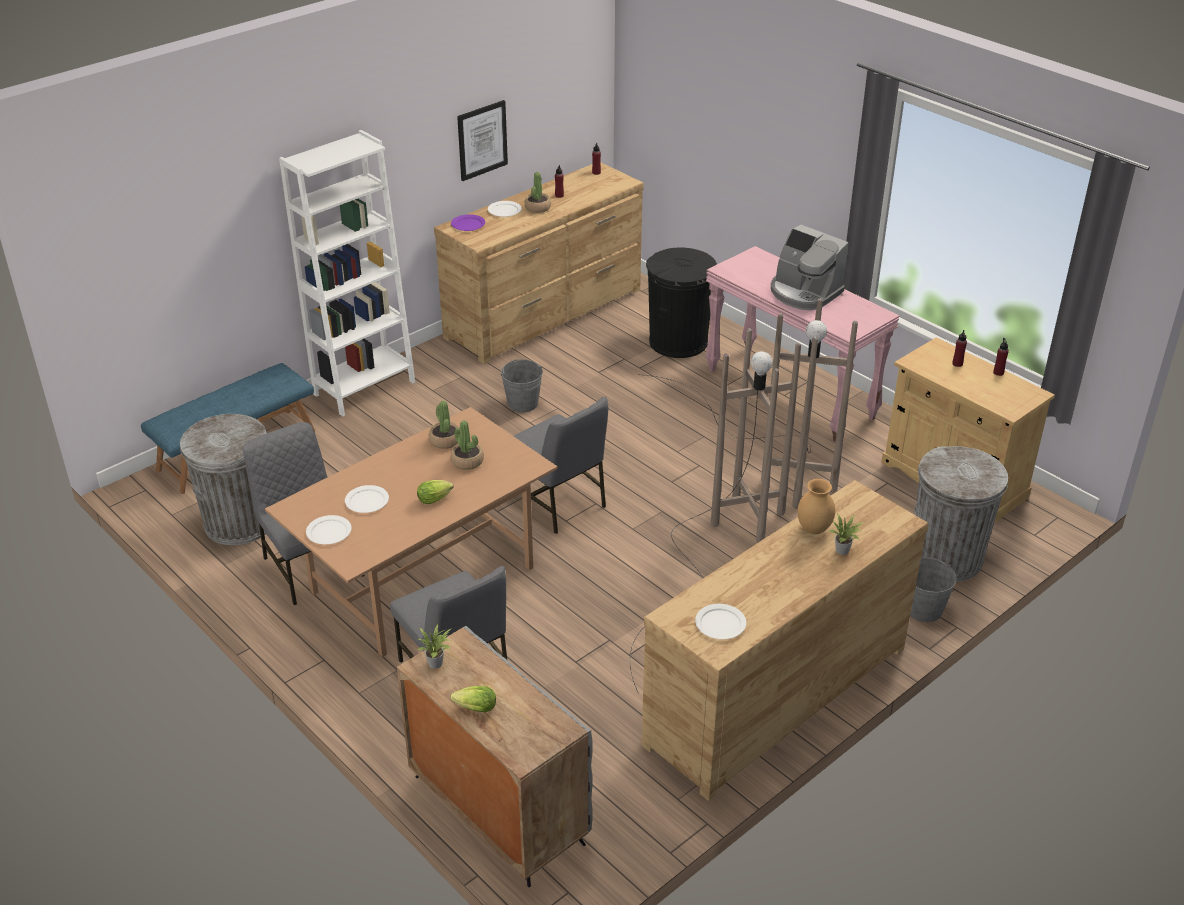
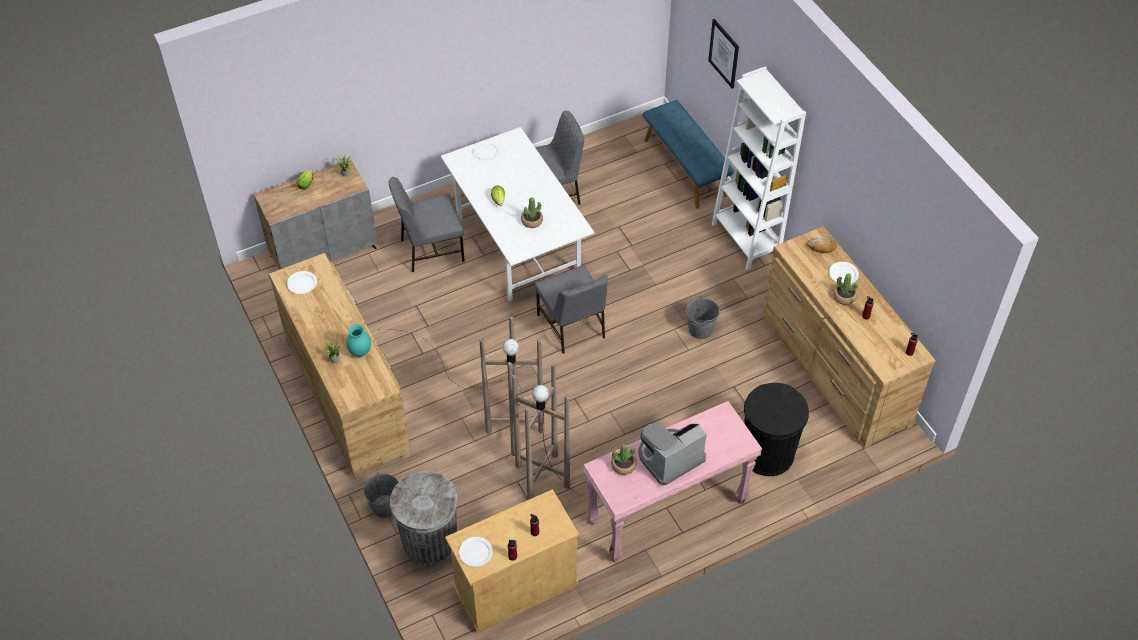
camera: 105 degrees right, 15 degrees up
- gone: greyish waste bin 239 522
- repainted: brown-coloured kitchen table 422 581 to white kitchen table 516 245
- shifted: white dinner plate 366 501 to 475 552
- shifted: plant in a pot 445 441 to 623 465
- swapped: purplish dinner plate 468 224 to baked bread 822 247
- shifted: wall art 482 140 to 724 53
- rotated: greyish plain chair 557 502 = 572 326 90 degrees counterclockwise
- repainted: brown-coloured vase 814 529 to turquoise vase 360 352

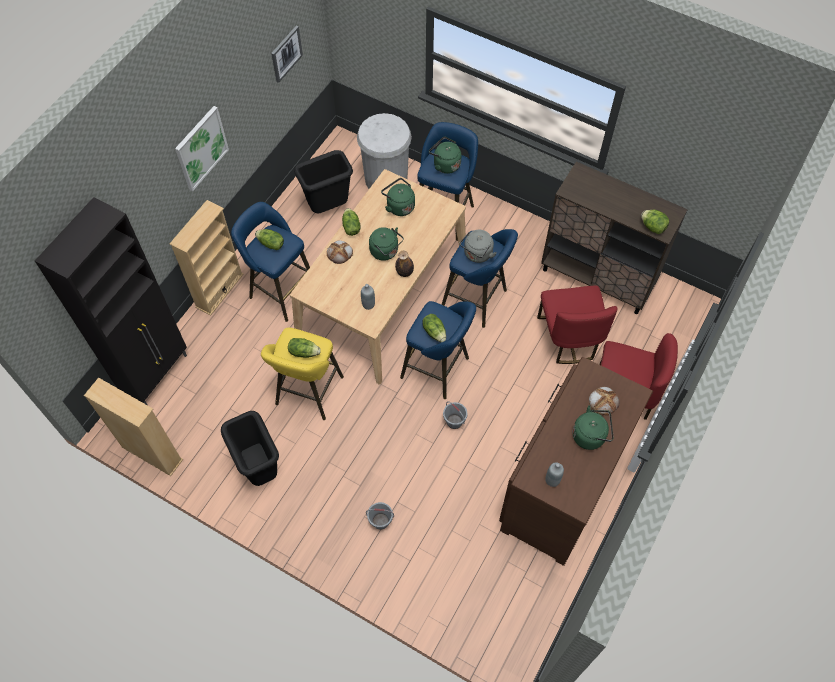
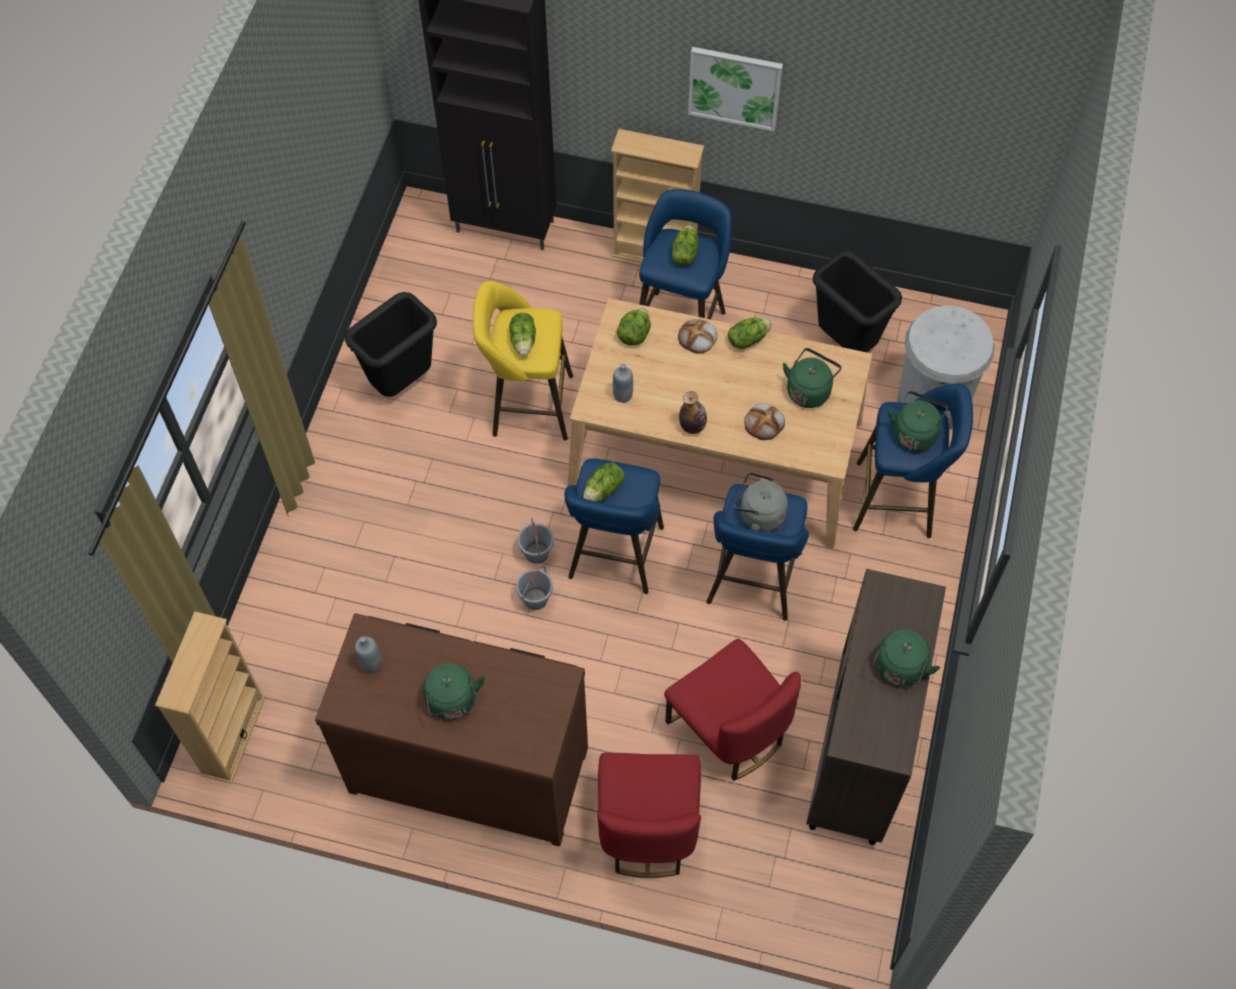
camera: 75 degrees right, 0 degrees up
- shifted: beige-coloured bookshelf 152 453 to 233 735
- gone: wall art 286 53
- shifted: greyish bucket 380 521 to 537 553
- shifted: greenish kettle 386 252 to 899 669
- rotated: red-coloured plain chair 569 338 = 728 730 105 degrees counterclockwise
- shifted: baked bread 603 401 to 764 423
- shifted: head of lettuce 653 227 to 634 335

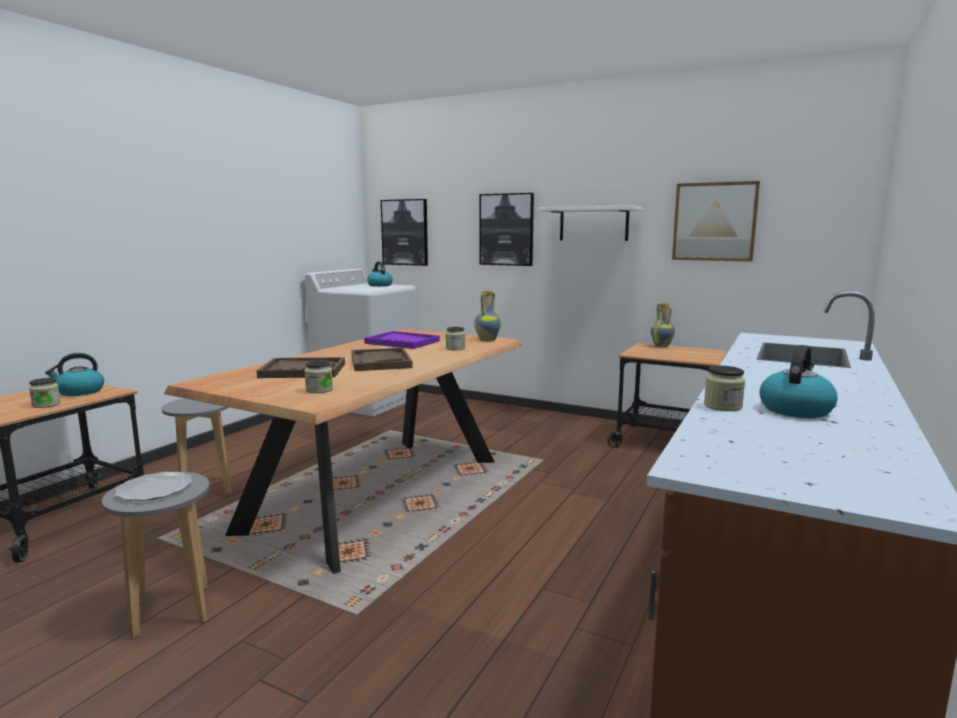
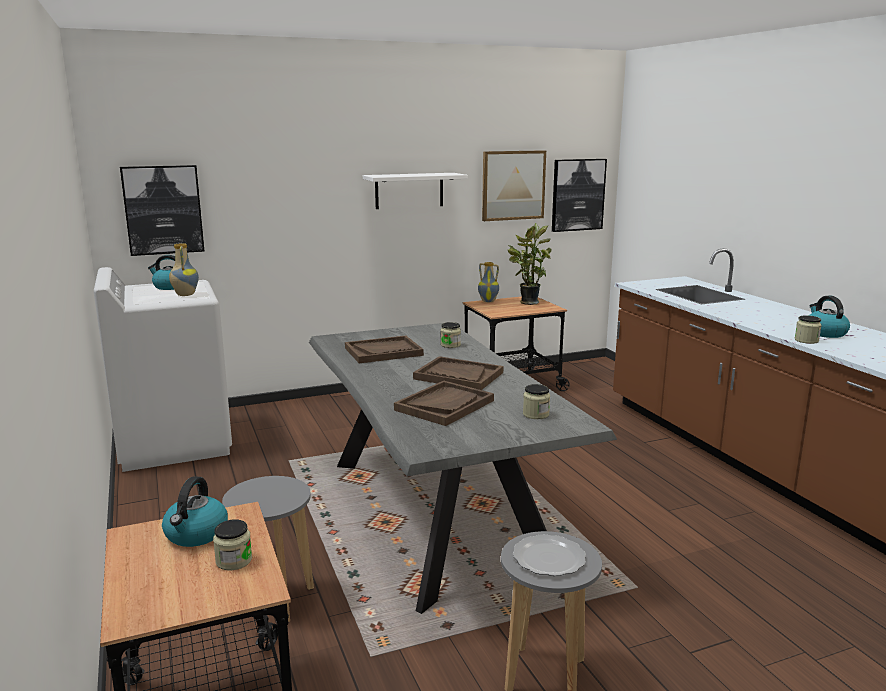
camera: 50 degrees left, 5 degrees up
- repainted: brown-coloured kitchen table 378 493 to greyish kitchen table 436 514
- repainted: purplish serving tray 402 342 to brown-coloured serving tray 383 351
- shifted: vase 486 340 to 184 295
- shifted: wall art 506 229 to 577 195
- new: plant in a pot 527 302

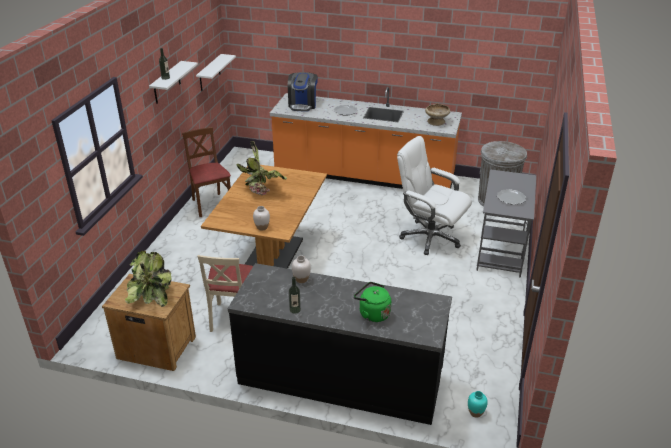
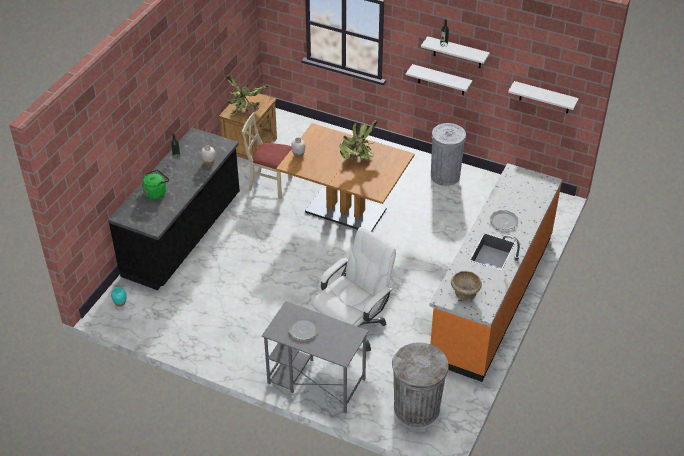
camera: 100 degrees right, 10 degrees up
- swapped: brown-coloured plain chair 211 205 to greyish waste bin 445 176
- gone: coffee brewer 303 105
- new: white shelf 441 80

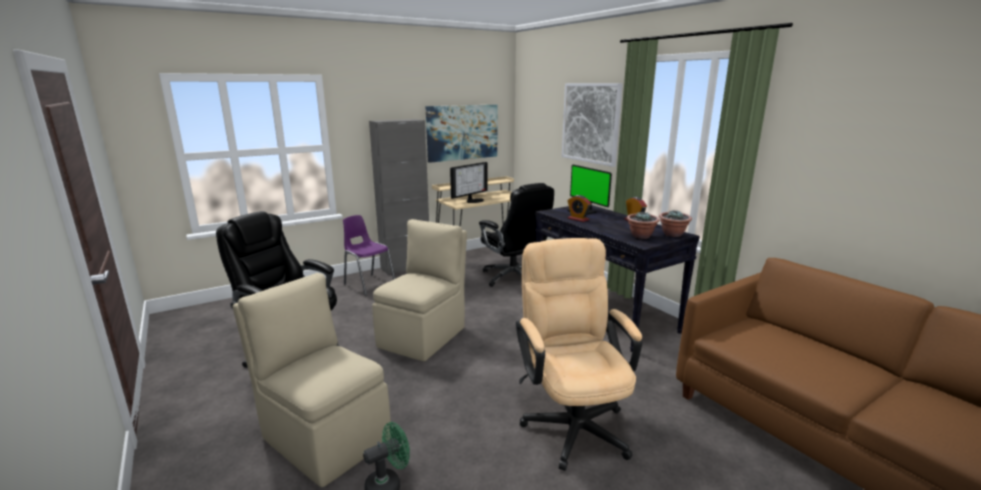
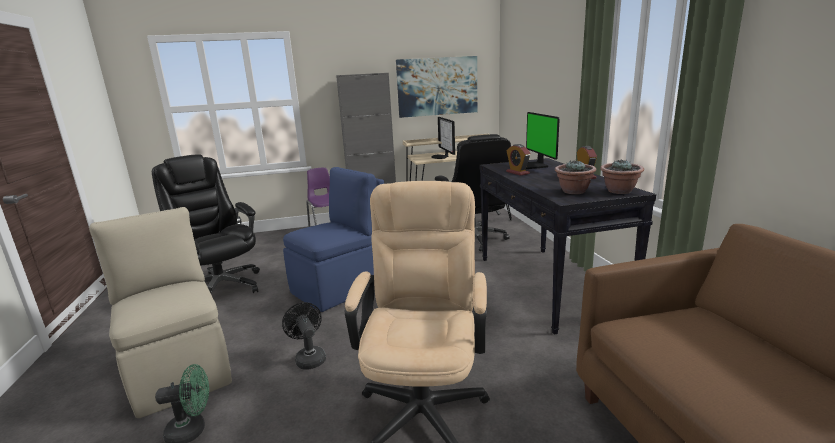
camera: 20 degrees right, 0 degrees up
- repainted: beige-coloured plain chair 424 336 to bluish plain chair 340 287
- rotated: monitor 473 200 = 441 156 105 degrees clockwise
- gone: wall art 590 123
- new: black electric fan 309 358

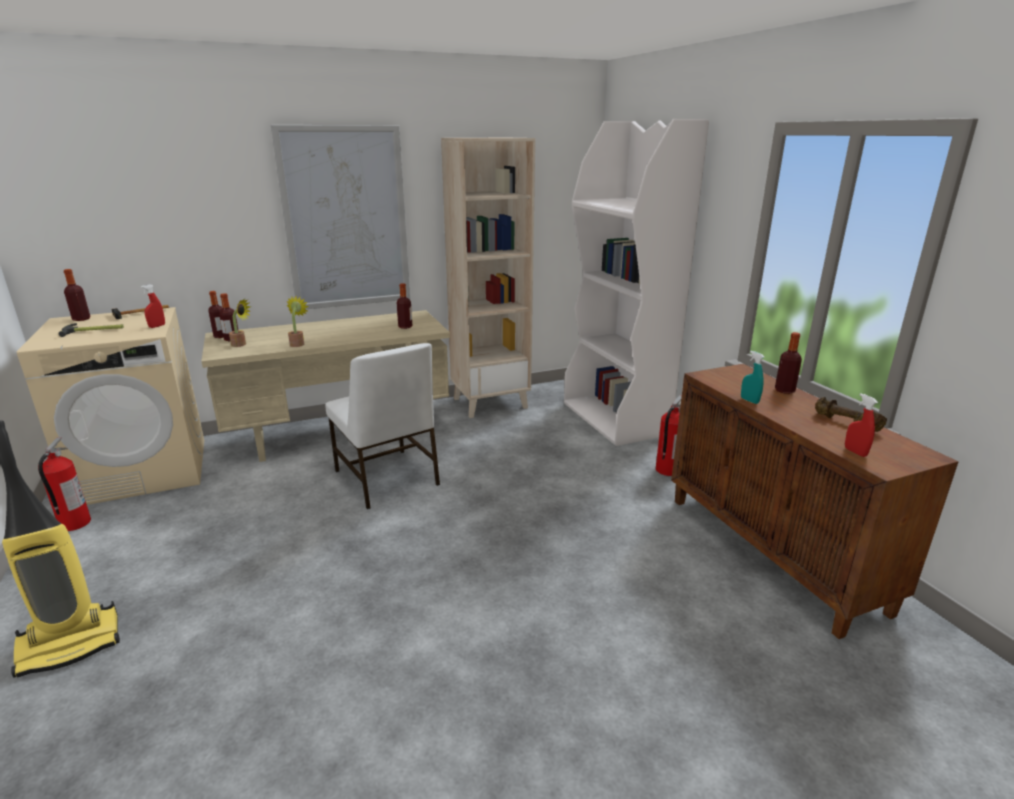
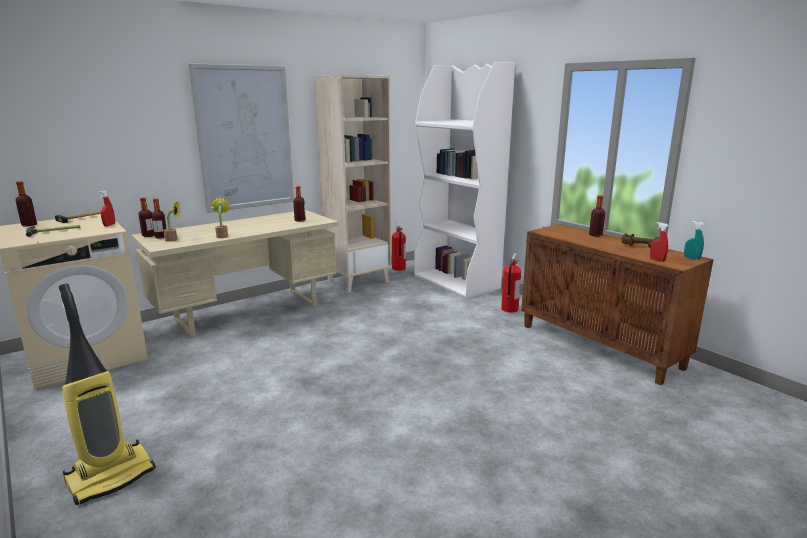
camera: 15 degrees left, 5 degrees down
- shifted: fire-fighting cylinder 74 524 to 398 268
- gone: white plain chair 386 479
- shifted: turquoise hand sprayer 749 400 to 691 258

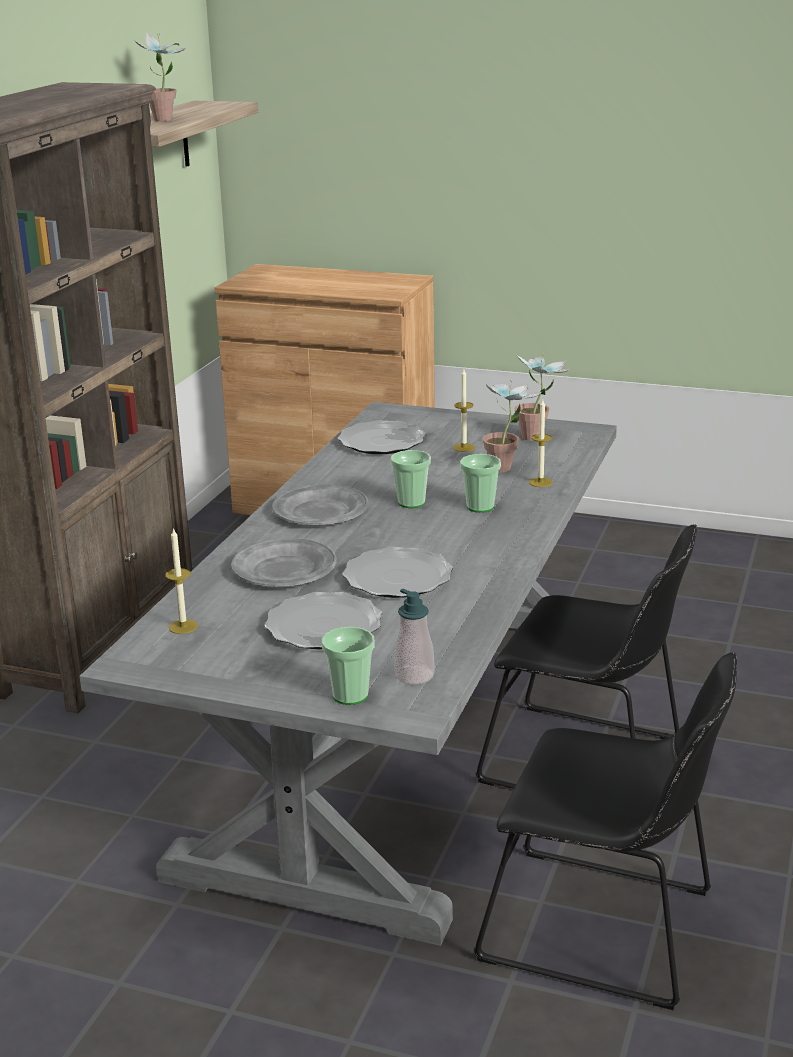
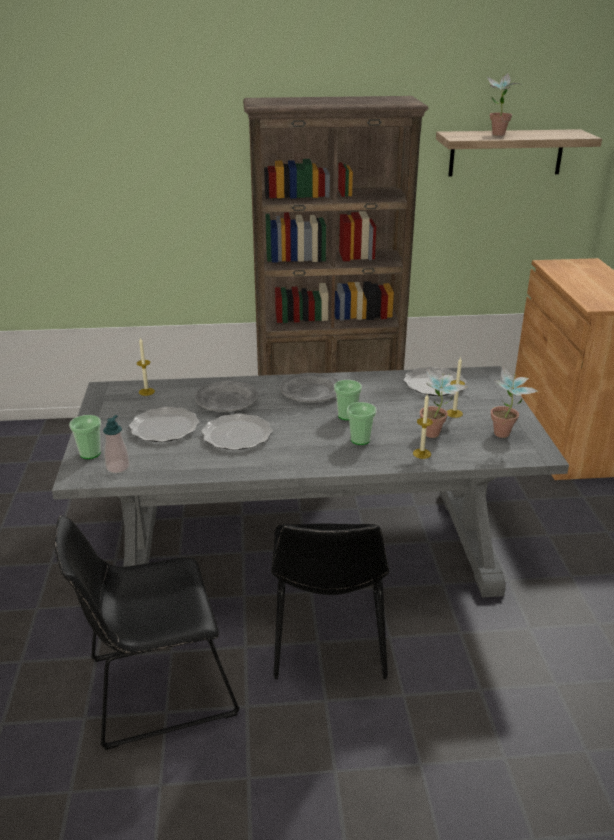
camera: 65 degrees right, 5 degrees up
- rotated: black plain chair 606 929 = 155 688 75 degrees clockwise

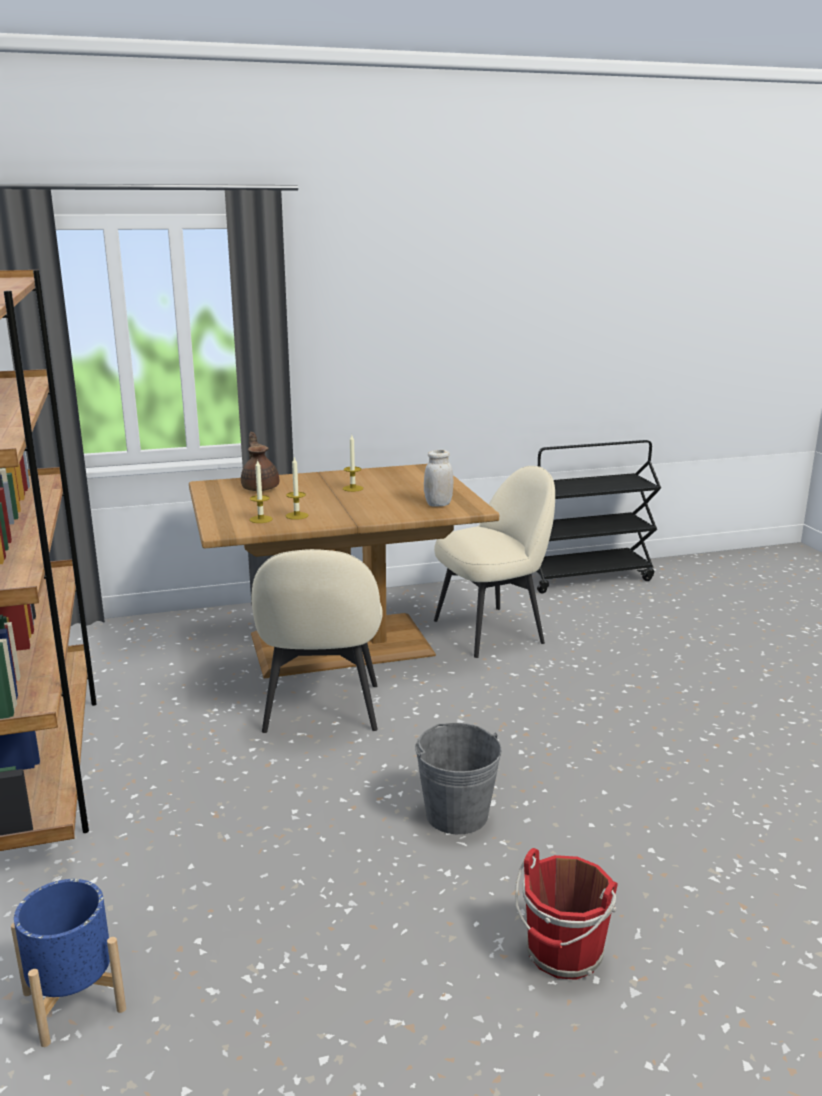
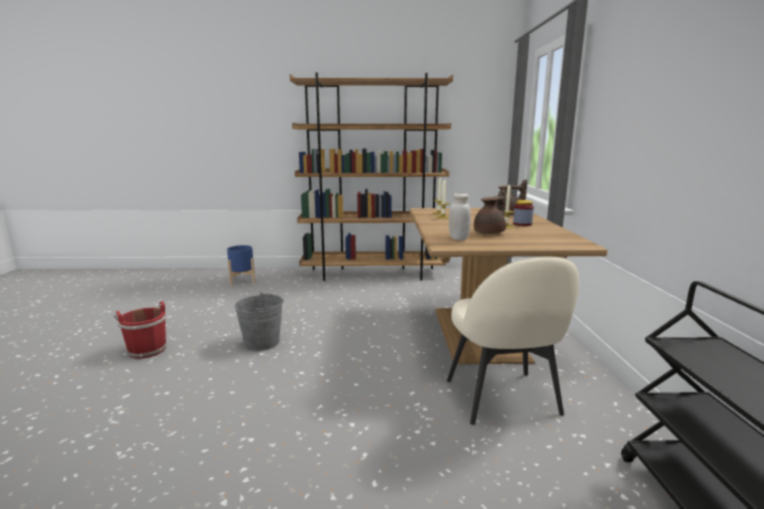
camera: 105 degrees right, 5 degrees down
- gone: beige-coloured plain chair 321 710
- new: brown-coloured tea pot 490 232
- new: jar 522 224

